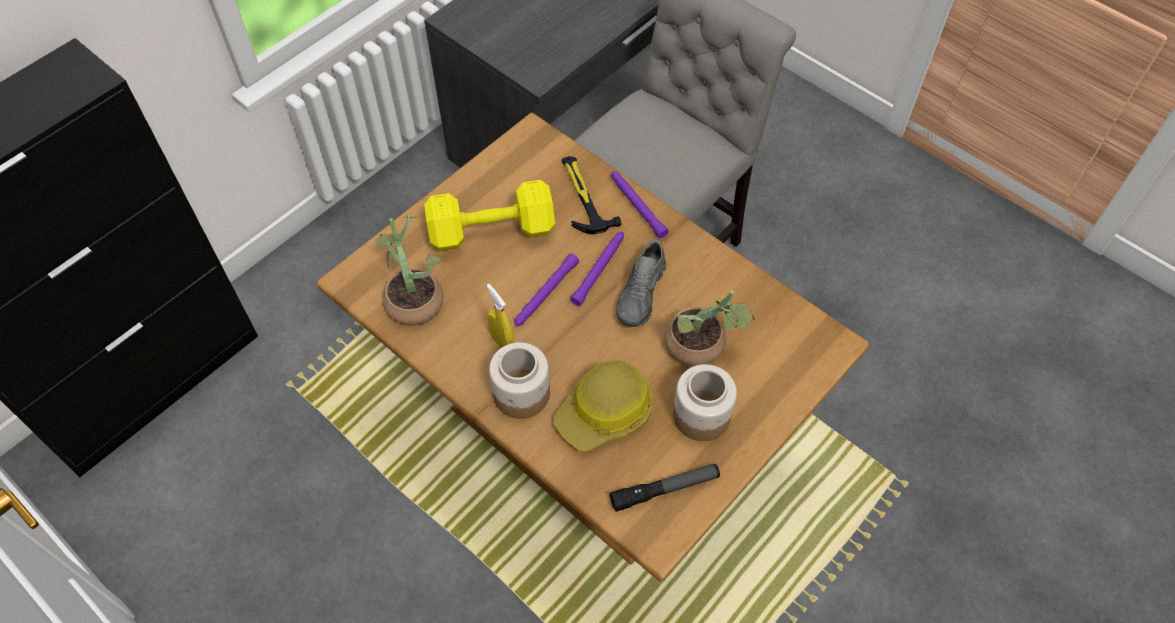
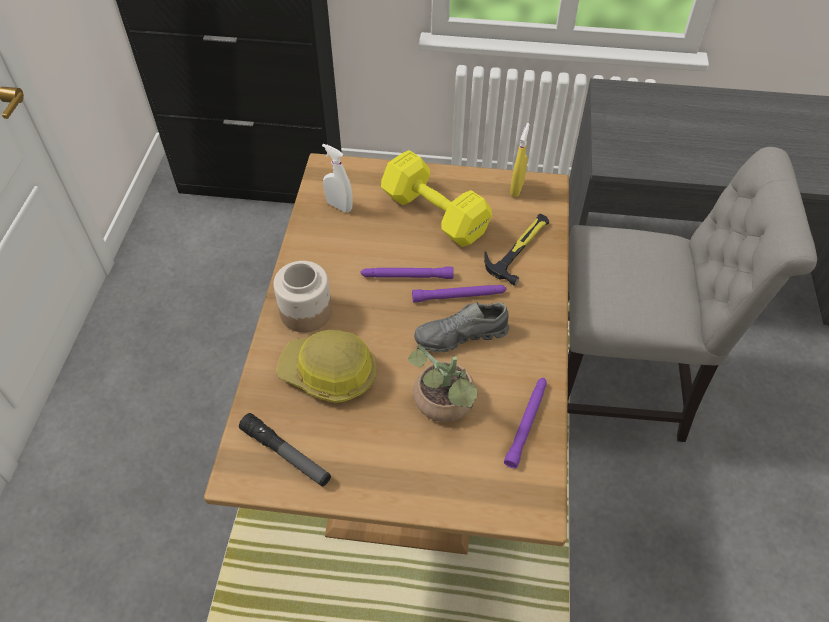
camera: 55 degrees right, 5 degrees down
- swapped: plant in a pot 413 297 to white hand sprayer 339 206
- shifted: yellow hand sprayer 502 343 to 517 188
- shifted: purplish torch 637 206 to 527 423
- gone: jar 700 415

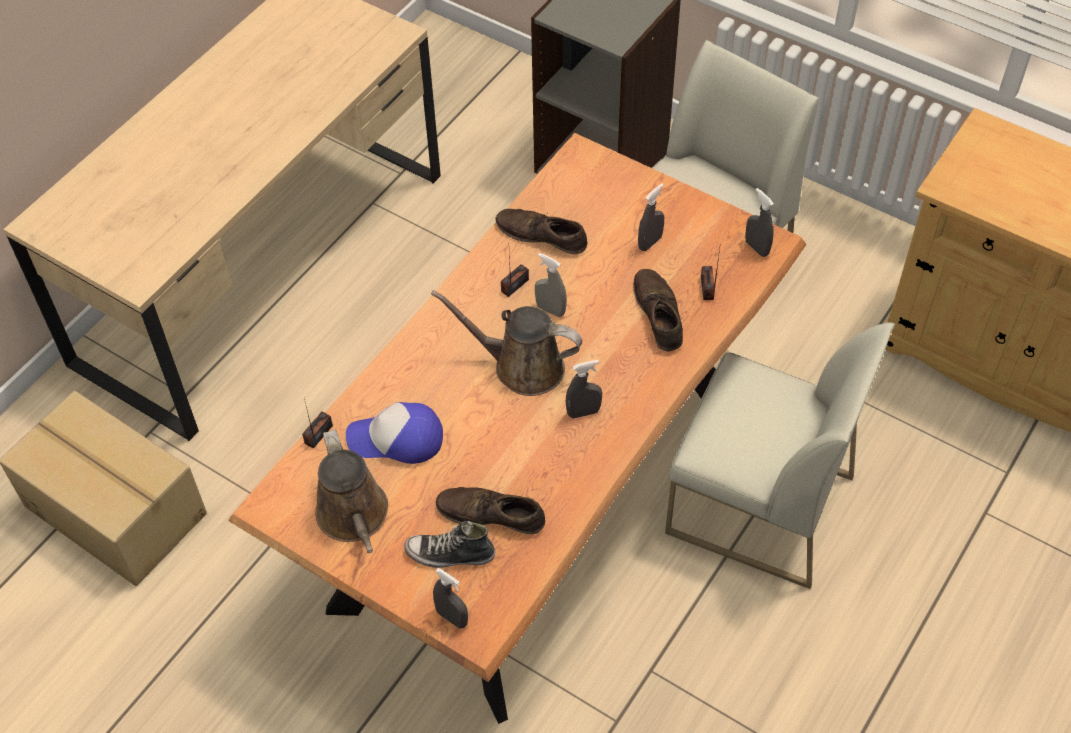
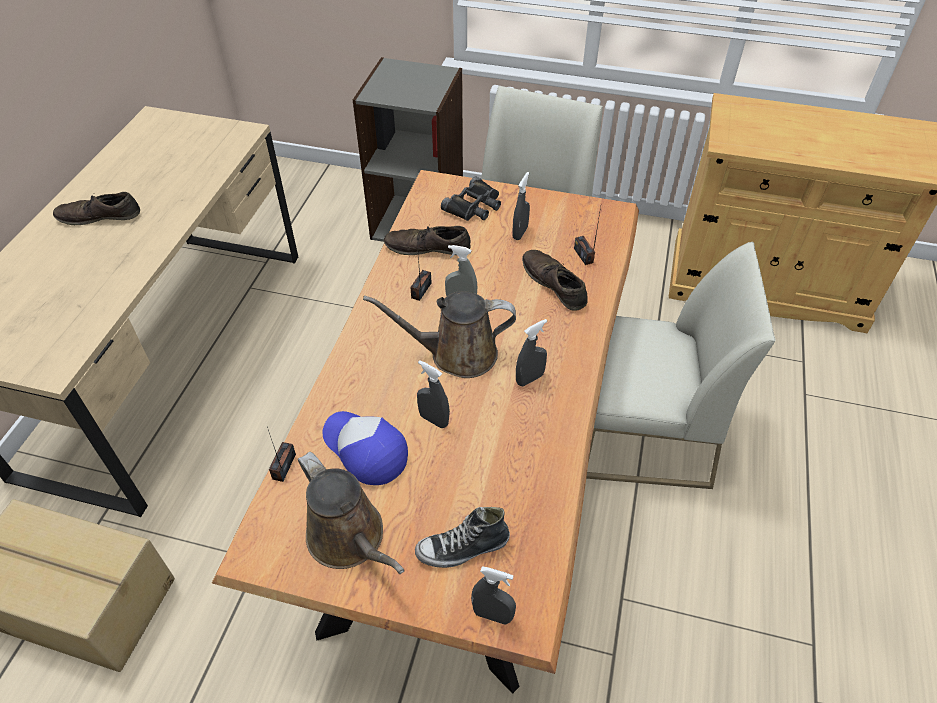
camera: 20 degrees left, 5 degrees down
- rotated: baseball cap 396 439 = 365 450 60 degrees clockwise
- shifted: brown-coloured shoe 491 514 to 99 216
- shifted: greyish hand sprayer 756 248 to 433 420
- new: black field glasses 474 206

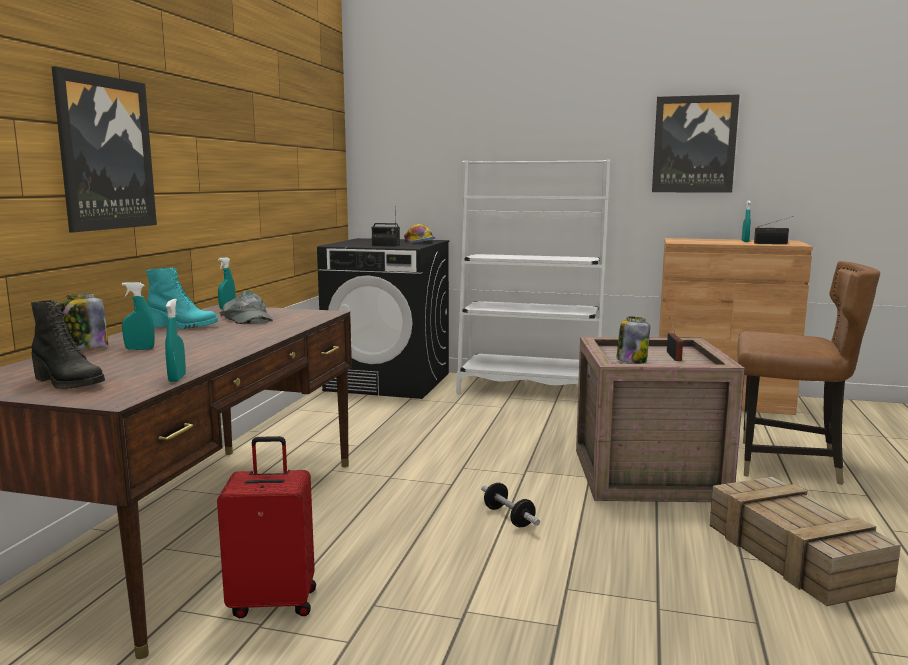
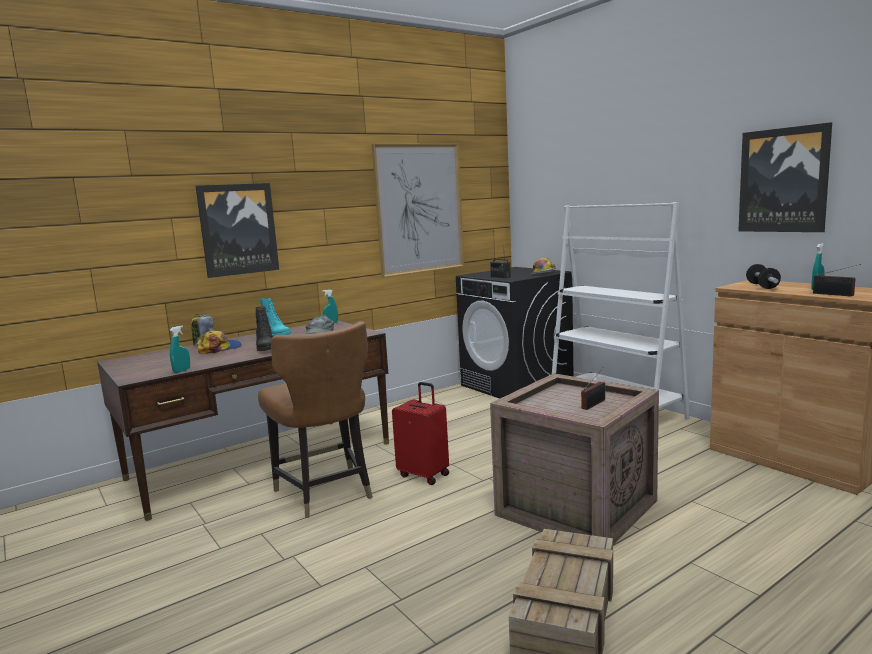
camera: 40 degrees right, 0 degrees up
- shifted: black high-top boot 67 383 to 265 348
- swapped: turquoise hand sprayer 140 349 to baseball cap 219 348
- shifted: red-coloured piece of luggage 274 602 to 424 475
- shifted: hand weight 509 517 to 762 286
- gone: jar 631 361
- shifted: brown-coloured plain chair 787 464 to 325 492
- new: wall art 419 209

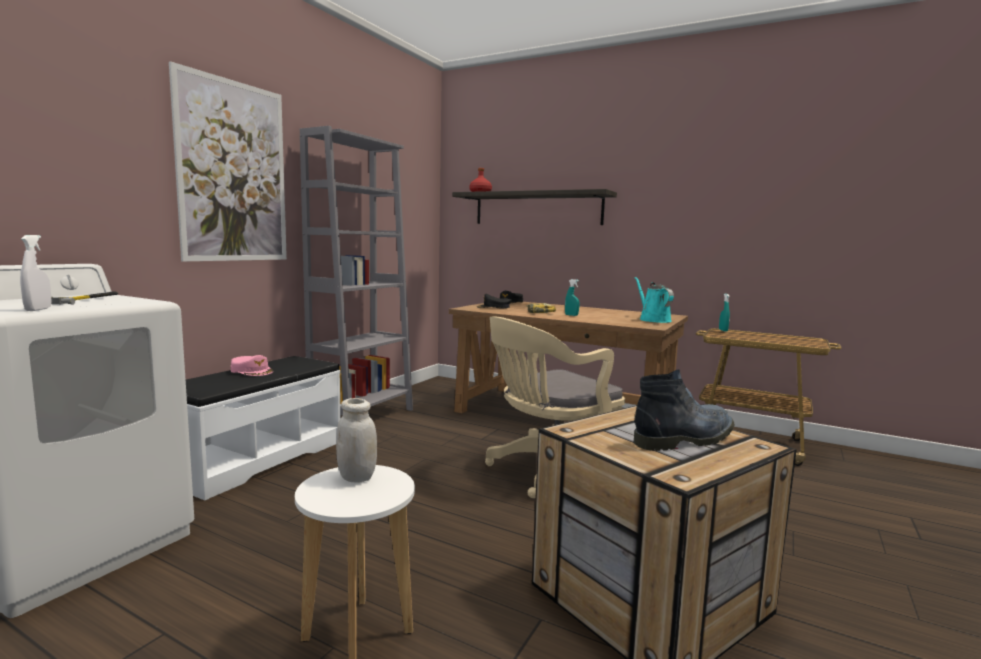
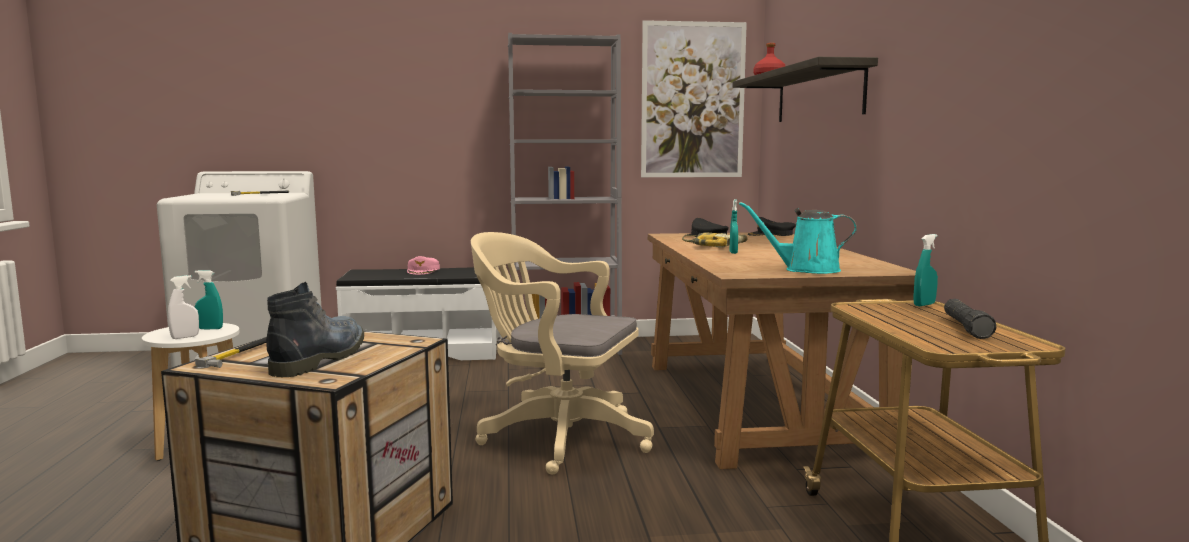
camera: 55 degrees right, 0 degrees up
- shifted: white hand sprayer 38 309 to 185 337
- shifted: wall art 233 172 to 693 100
- swapped: white jar 357 477 to turquoise hand sprayer 210 328
- rotated: high-top boot 685 439 = 320 358 105 degrees counterclockwise
- rotated: turquoise sprinkling can 653 320 = 806 270 120 degrees counterclockwise
- new: hammer 236 354
- new: black torch 966 328

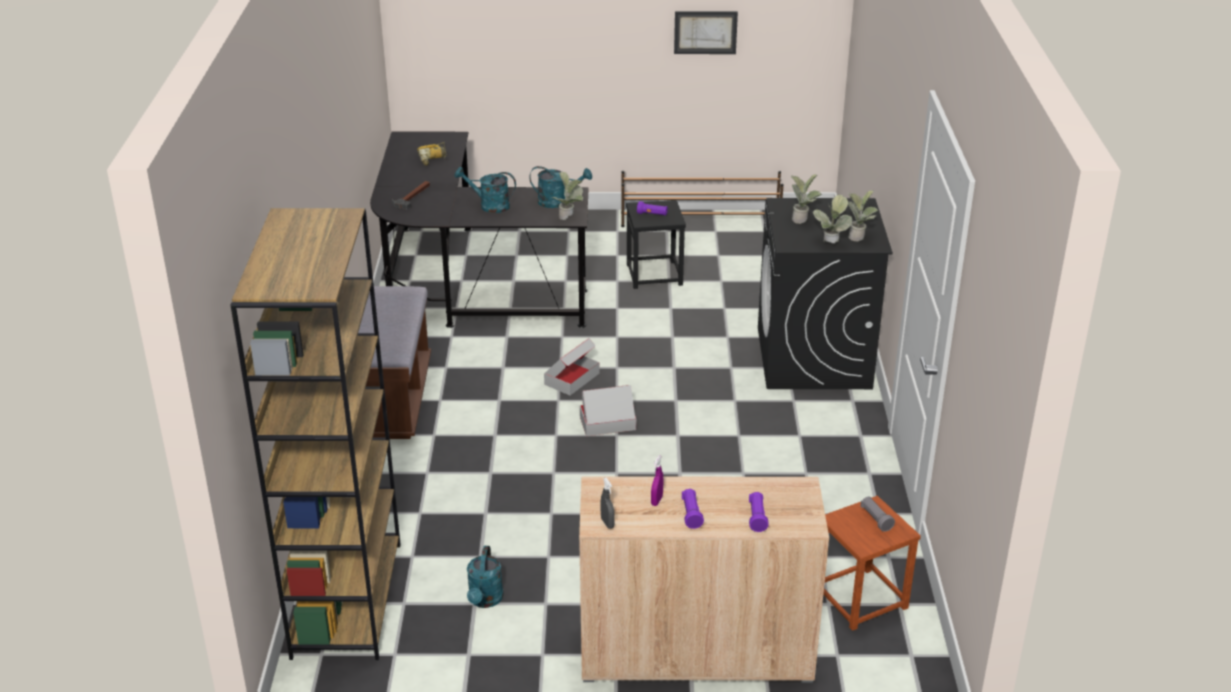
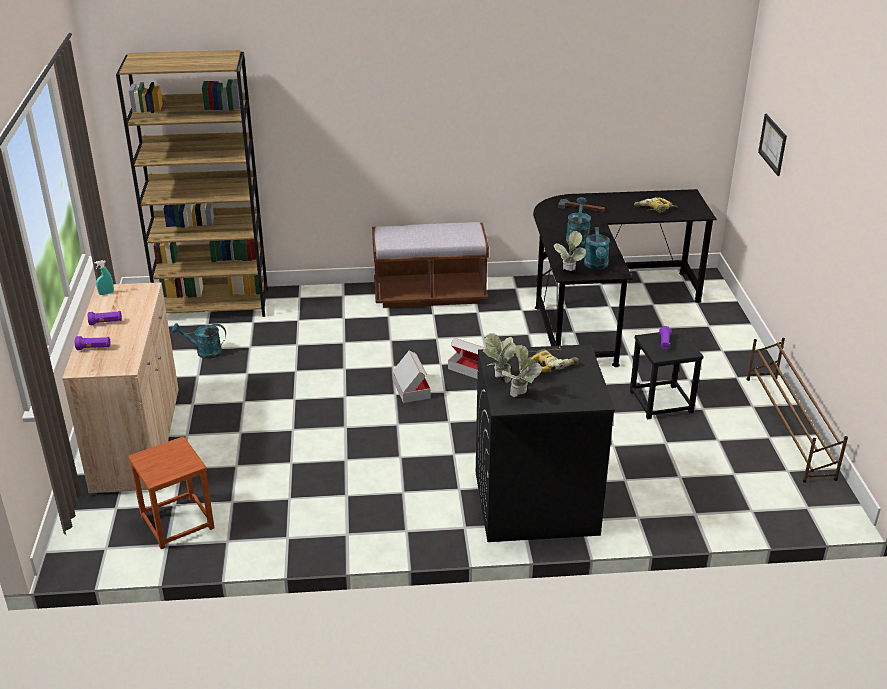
camera: 85 degrees right, 0 degrees up
- repainted: greyish hand sprayer 607 523 to turquoise hand sprayer 106 293
- gone: purplish hand sprayer 657 500
- shifted: wall art 705 32 to 773 144
- swapped: plant in a pot 803 219 to electric drill 550 363
- gone: greyish torch 875 519

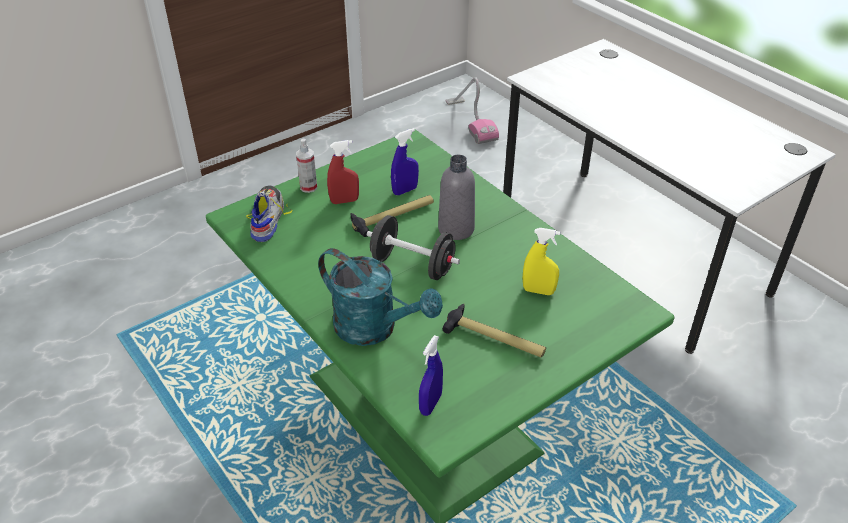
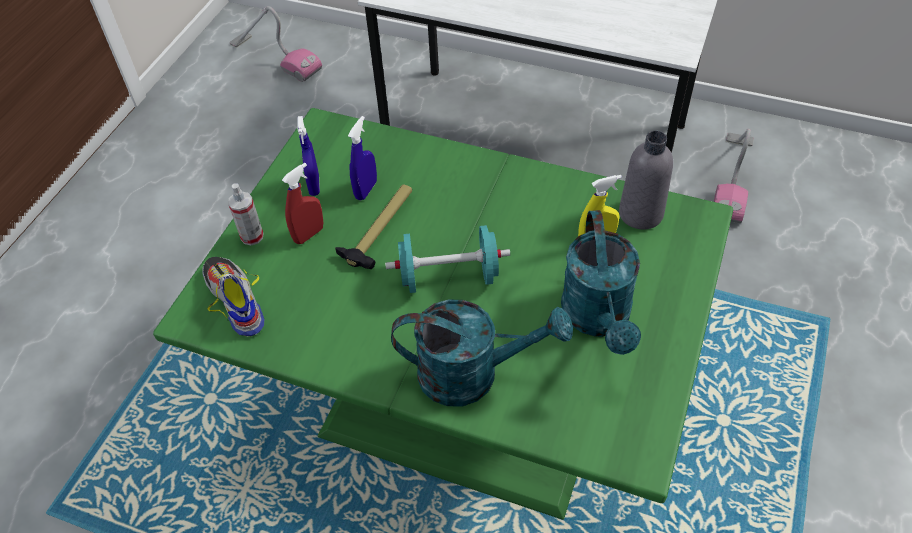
camera: 30 degrees left, 10 degrees up
- repainted: black hand weight 412 265 to turquoise hand weight 449 277
- shifted: bluish hand sprayer 430 404 to 314 185
- shifted: greyish bottle 456 229 to 640 213
- swapped: hammer 495 338 to turquoise sprinkling can 599 319
- new: vacuum cleaner 733 178

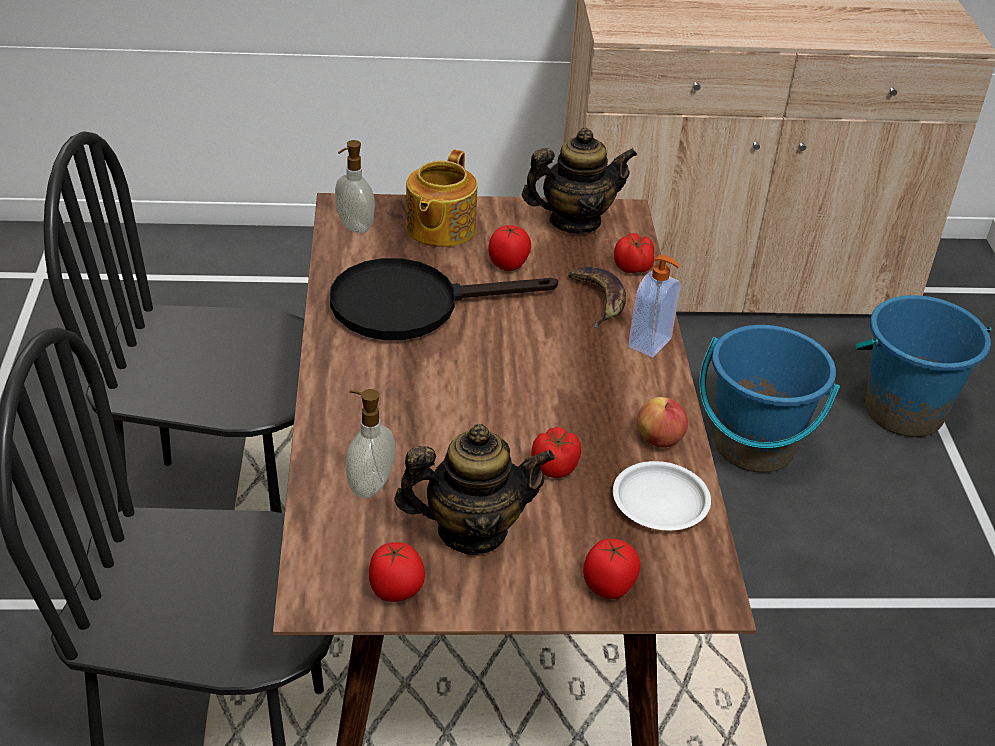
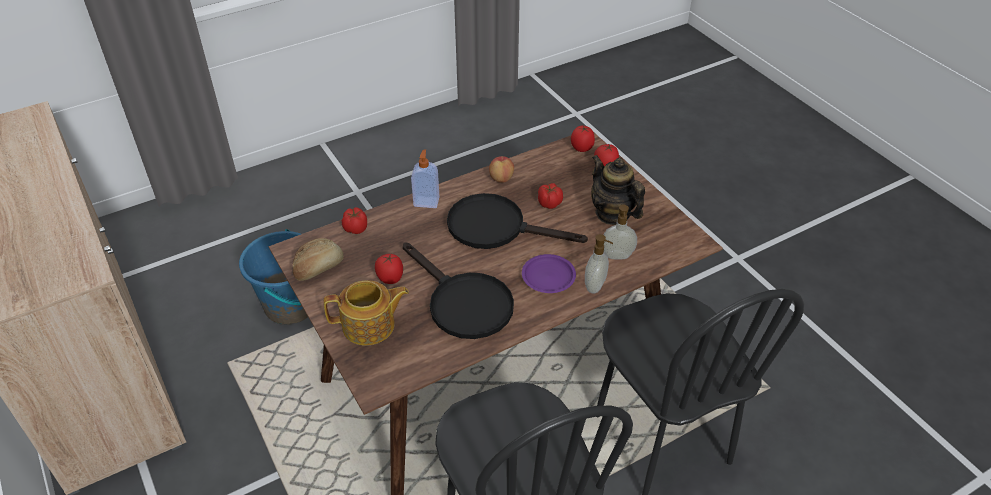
camera: 115 degrees left, 5 degrees up
- shifted: soap dispenser 353 227 to 596 286
- shifted: fresh tomato 396 592 to 582 148
- swapped: tea pot 574 221 to baked bread 318 268
- gone: whole banana 598 300
- gone: white dinner plate 660 502
- gone: bluish bucket 903 411
- new: black skillet 497 227
- new: purplish dinner plate 549 277

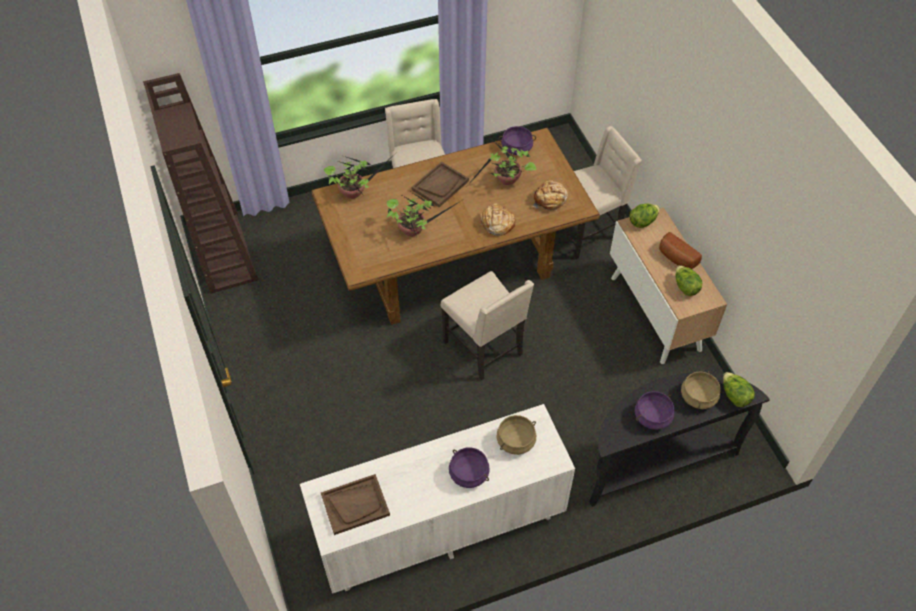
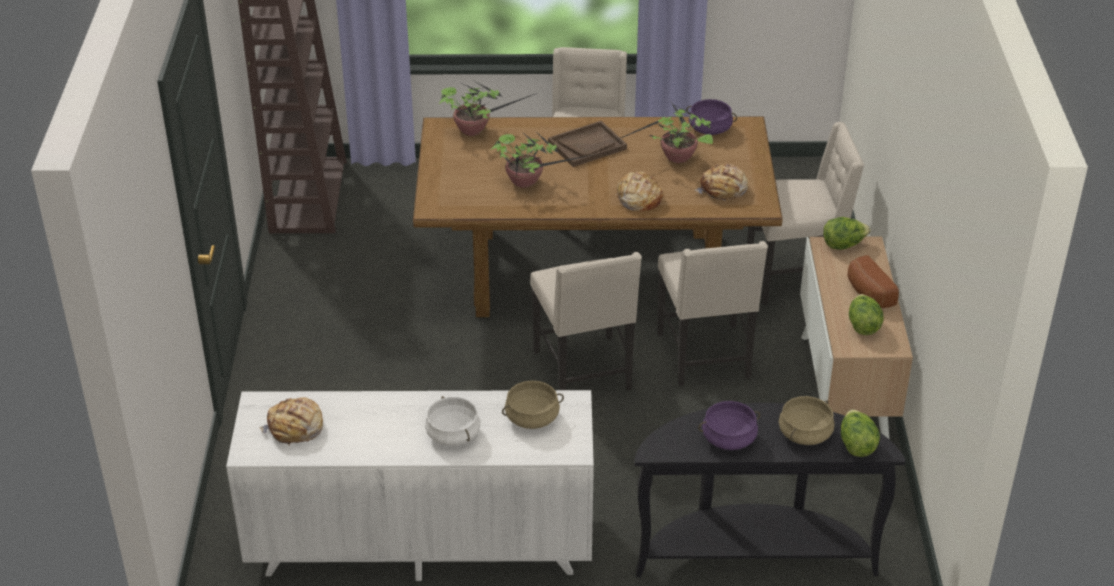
camera: 20 degrees right, 15 degrees down
- swapped: brown-coloured serving tray 355 505 to baked bread 295 428
- repainted: purplish stockpot 469 473 to white stockpot 453 434
- new: beige-coloured plain chair 706 357

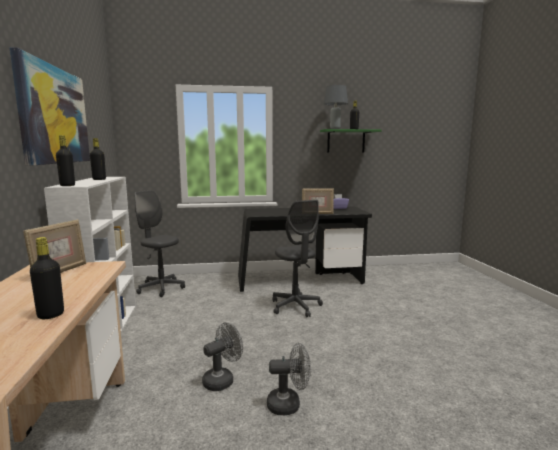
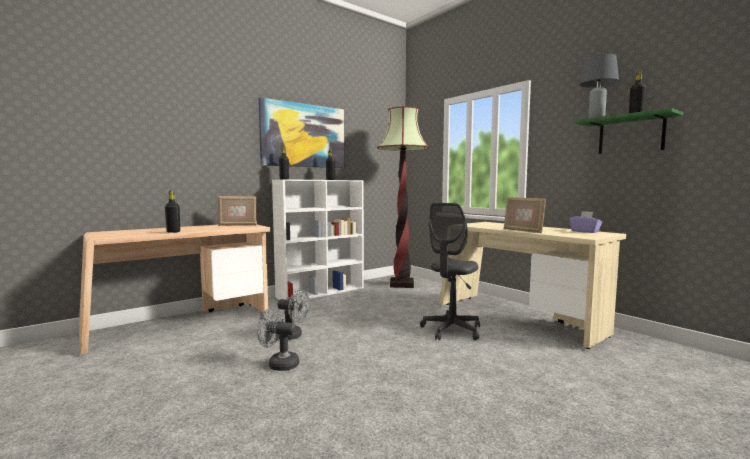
camera: 60 degrees right, 5 degrees down
- swapped: greyish computer chair 161 288 to standing lamp 402 284
- repainted: black desk table 300 281 to beige-coloured desk table 519 319
- rotated: greyish electric fan 289 404 = 279 364 135 degrees clockwise

